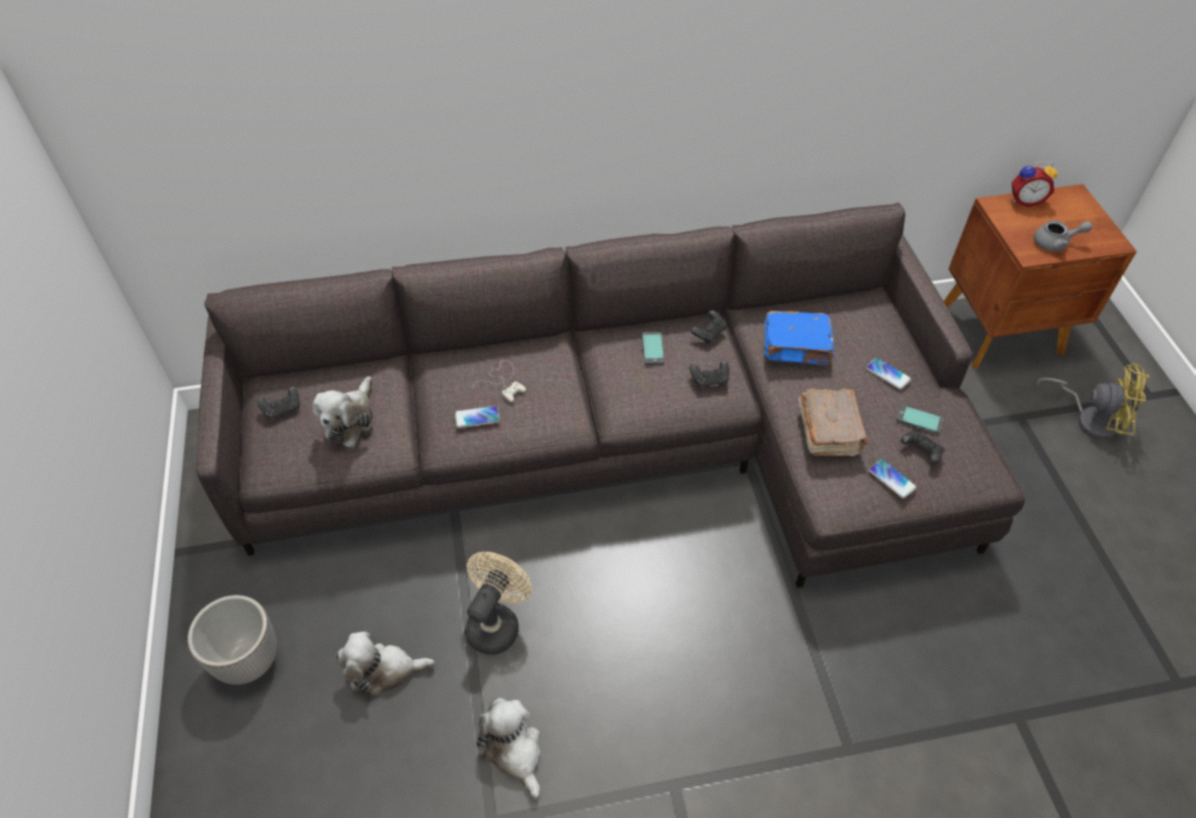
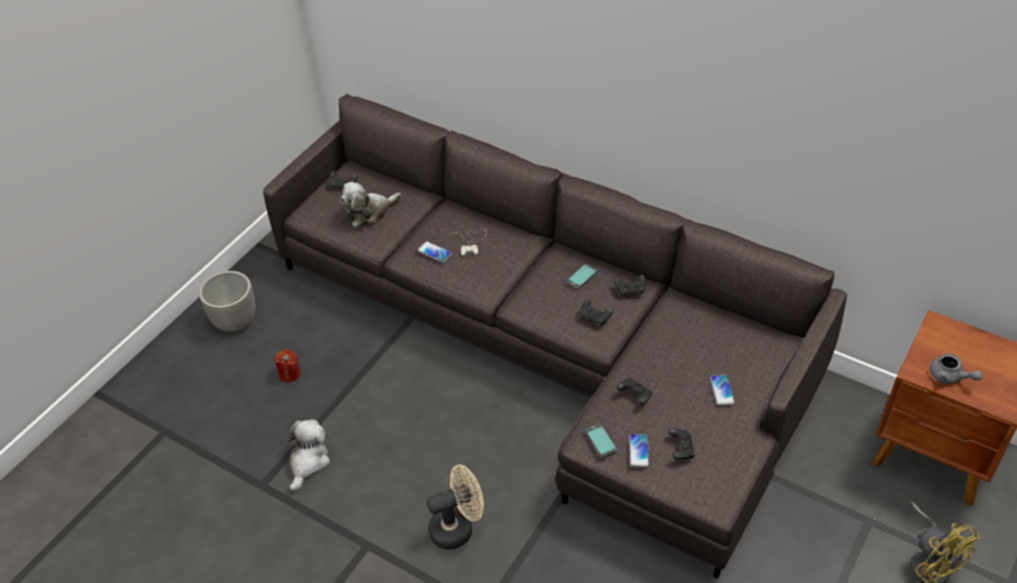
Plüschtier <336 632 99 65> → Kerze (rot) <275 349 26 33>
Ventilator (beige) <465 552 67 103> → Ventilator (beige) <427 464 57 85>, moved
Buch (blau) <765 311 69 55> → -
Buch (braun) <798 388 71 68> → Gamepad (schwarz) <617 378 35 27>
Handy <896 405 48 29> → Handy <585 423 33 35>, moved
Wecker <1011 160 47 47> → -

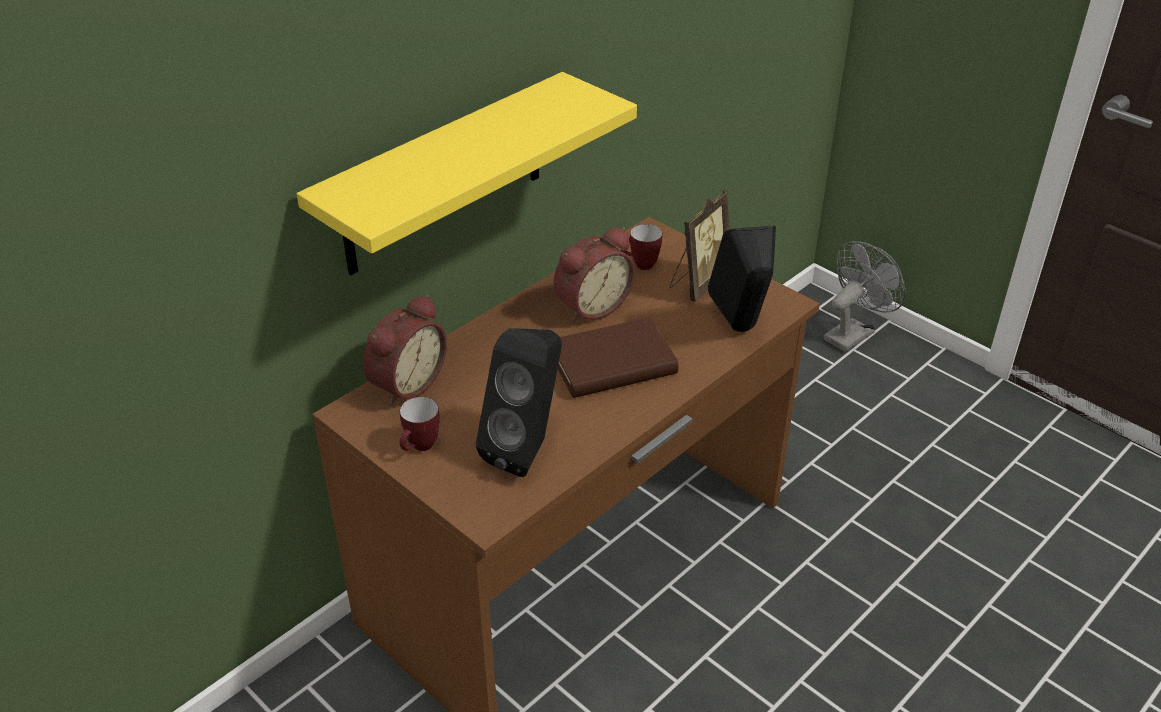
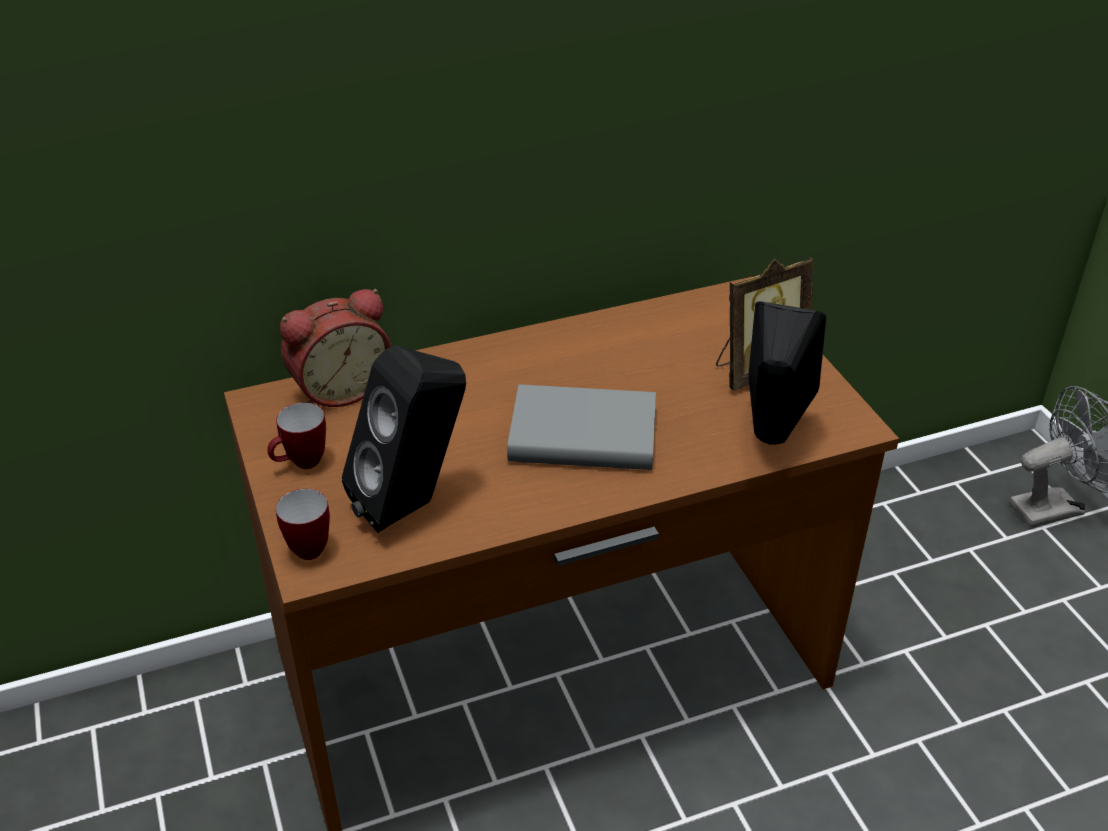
Wandregal (gelb) <297 72 340 203> → -
Wecker <554 227 81 95> → -
Buch (braun) <557 317 121 81> → Buch (grau) <507 385 149 85>
Henkelbecher <621 224 41 46> → Henkelbecher <276 489 54 71>, moved

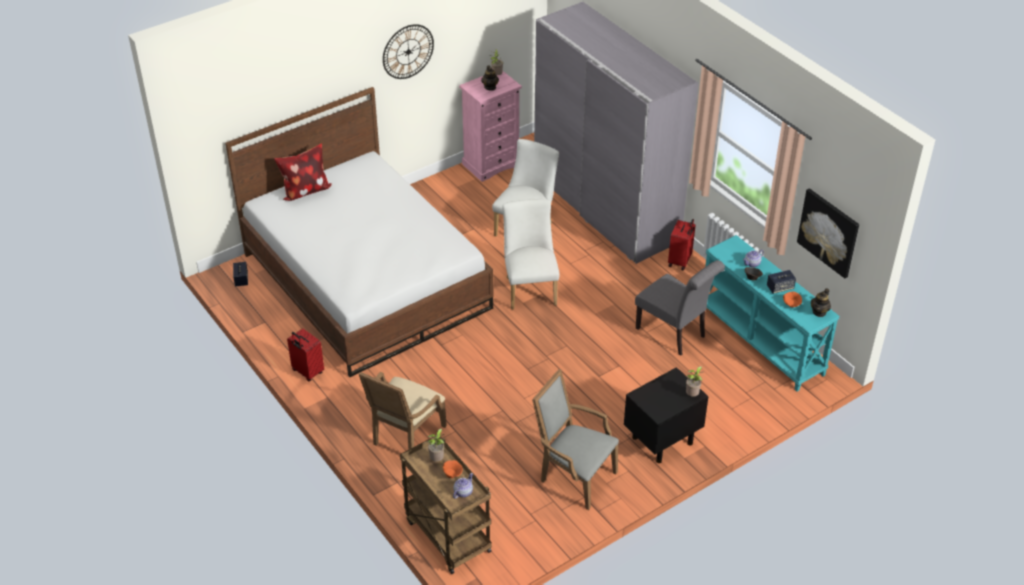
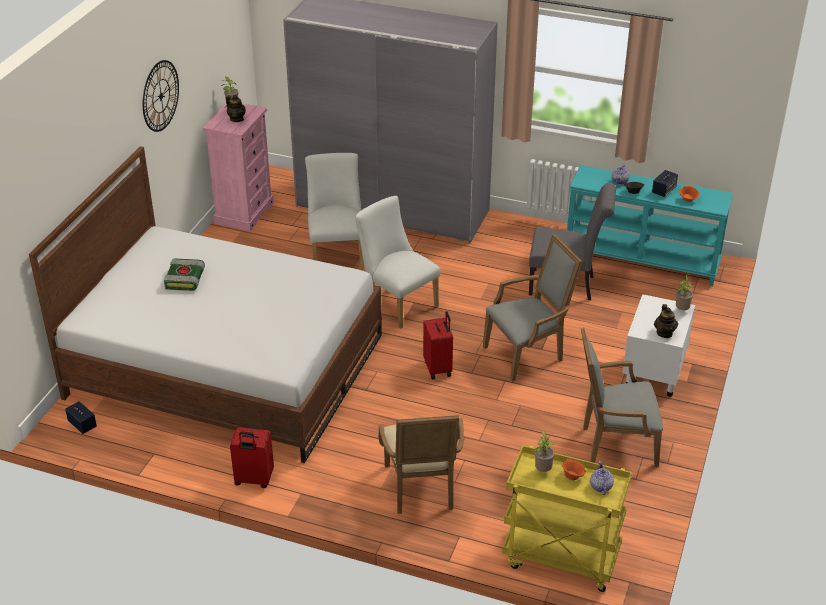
Kissen <274 144 58 57> → -
Rollwagen (braun) <400 435 92 139> → Rollwagen (gelb) <502 445 130 147>
Nachttisch (schwarz) <624 367 85 96> → Nachttisch (weiß) <623 294 72 103>
Koffer (rot) <668 219 28 51> → Koffer (rot) <423 311 30 69>, moved
Bild <797 188 62 90> → -
Teekanne <811 288 20 29> → Teekanne <654 304 24 34>, moved
- → Buch <164 258 41 33>
- → Sessel (grau) <483 234 100 148>

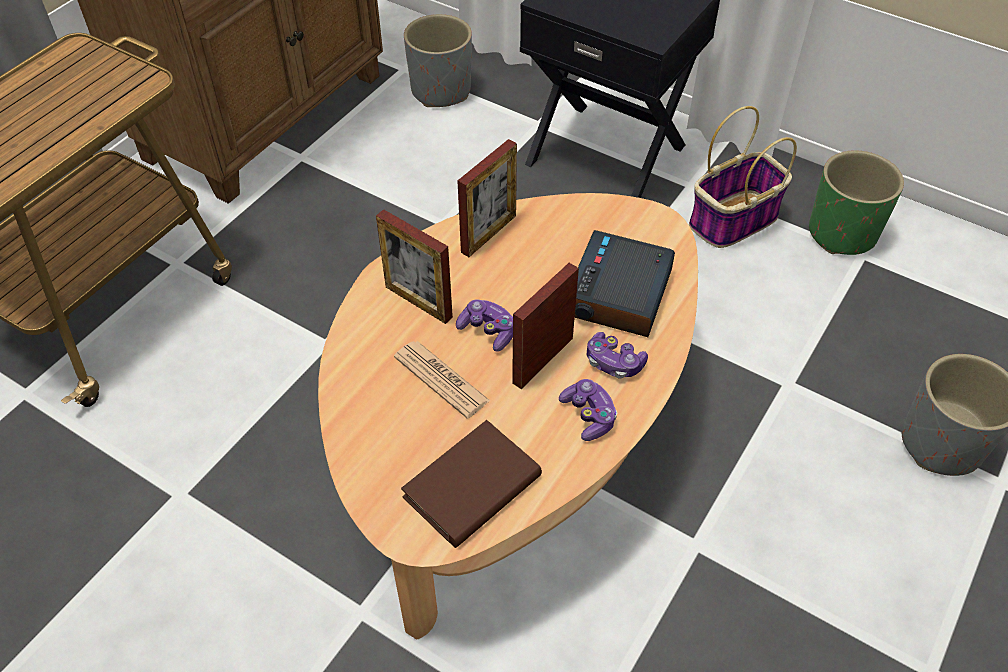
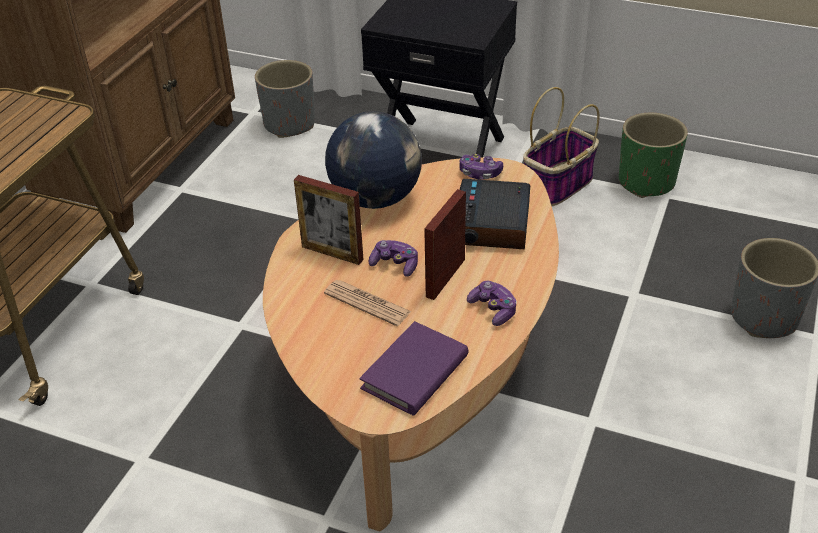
Buch (braun) <401 420 141 128> → Buch (lila) <359 321 109 95>
Bilderrahmen <457 139 60 118> → Globus <325 111 97 98>
Gamepad <587 332 61 46> → Gamepad <459 154 44 25>, moved

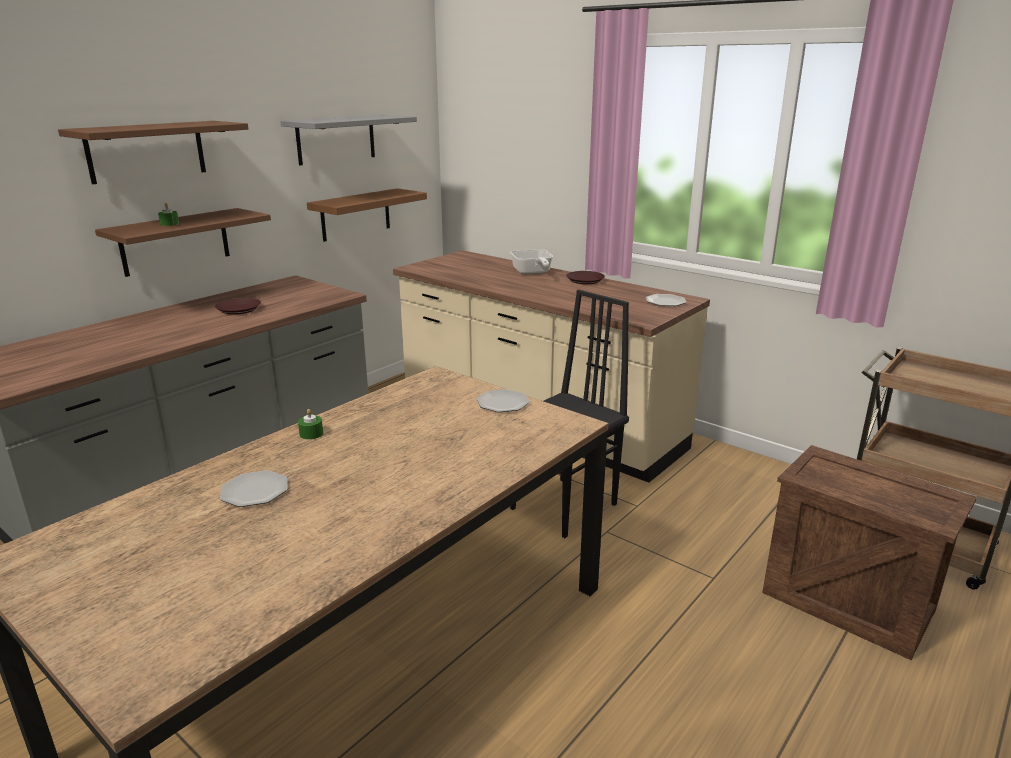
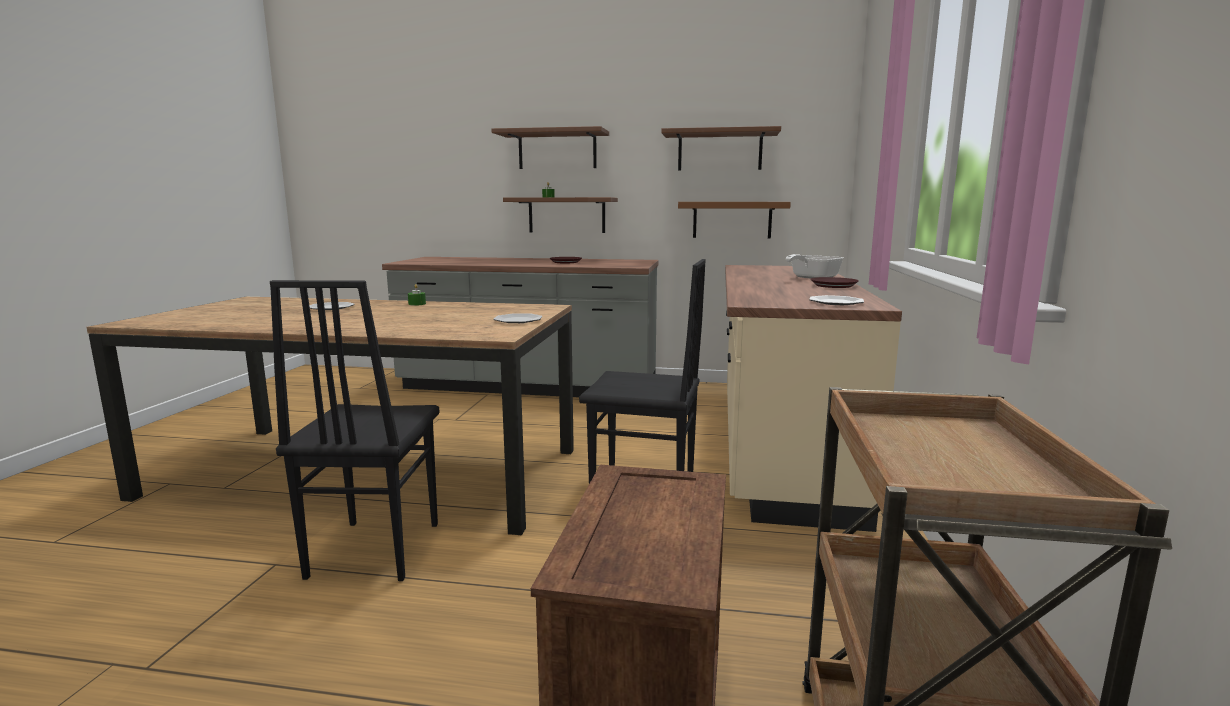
Wandregal (grau) <280 115 137 51> → Wandregal (braun) <661 126 120 45>
- → Stuhl (schwarz) <270 280 169 301>

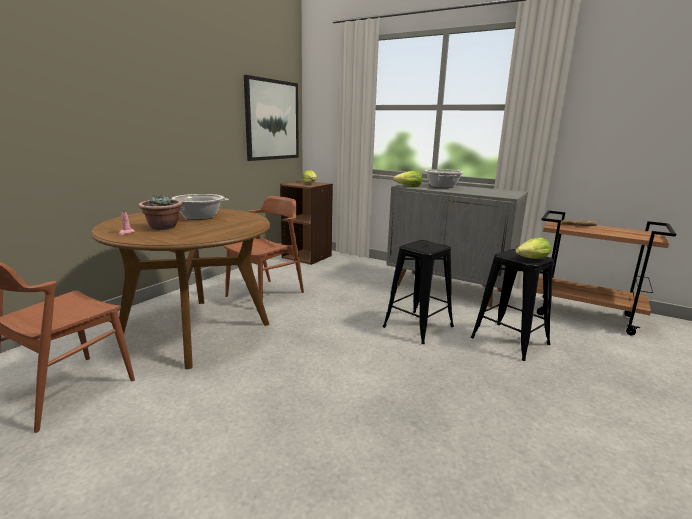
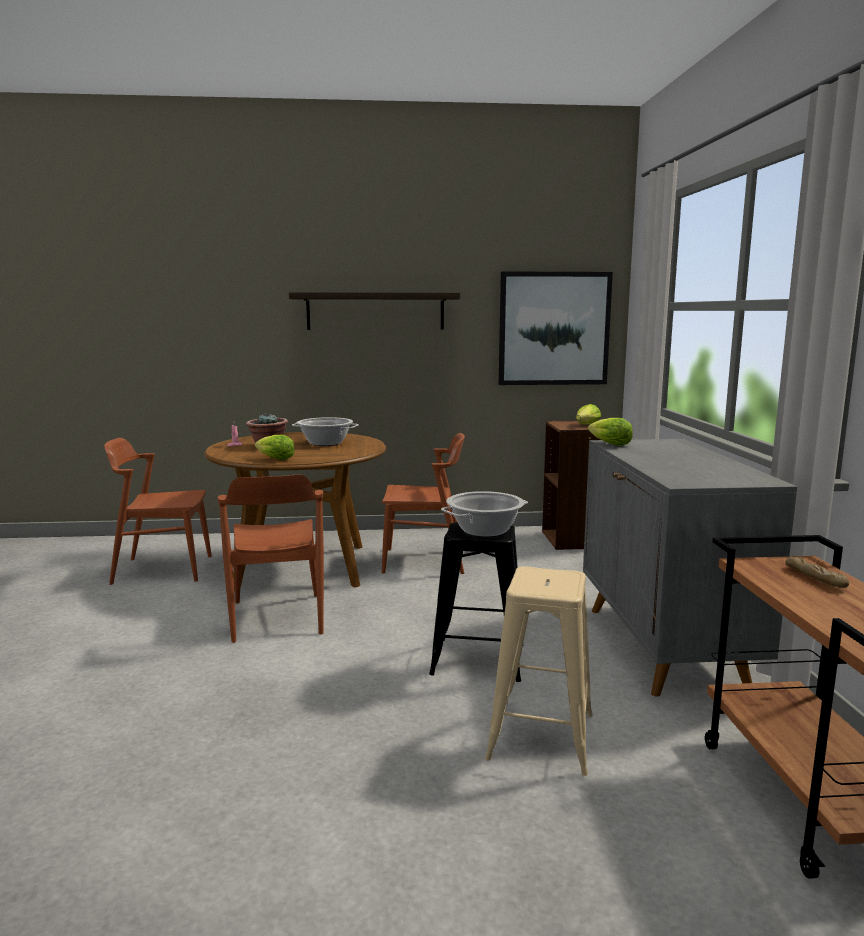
Kochtopf <424 169 40 19> → Kochtopf <441 491 87 46>, moved
Hocker (schwarz) <471 249 82 112> → Hocker (beige) <485 566 108 210>
Salatkopf <515 237 36 22> → Salatkopf <255 435 40 25>, moved
- → Stuhl (braun) <218 475 106 168>
- → Wandregal <289 292 171 38>

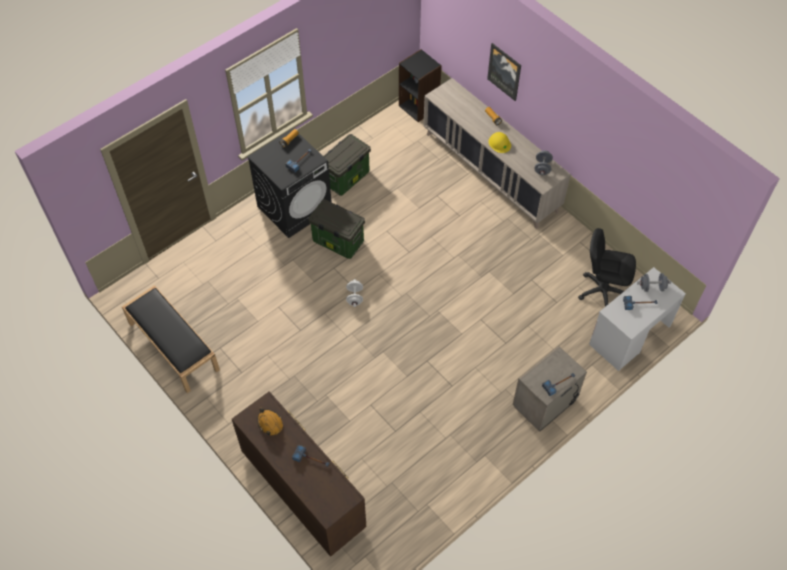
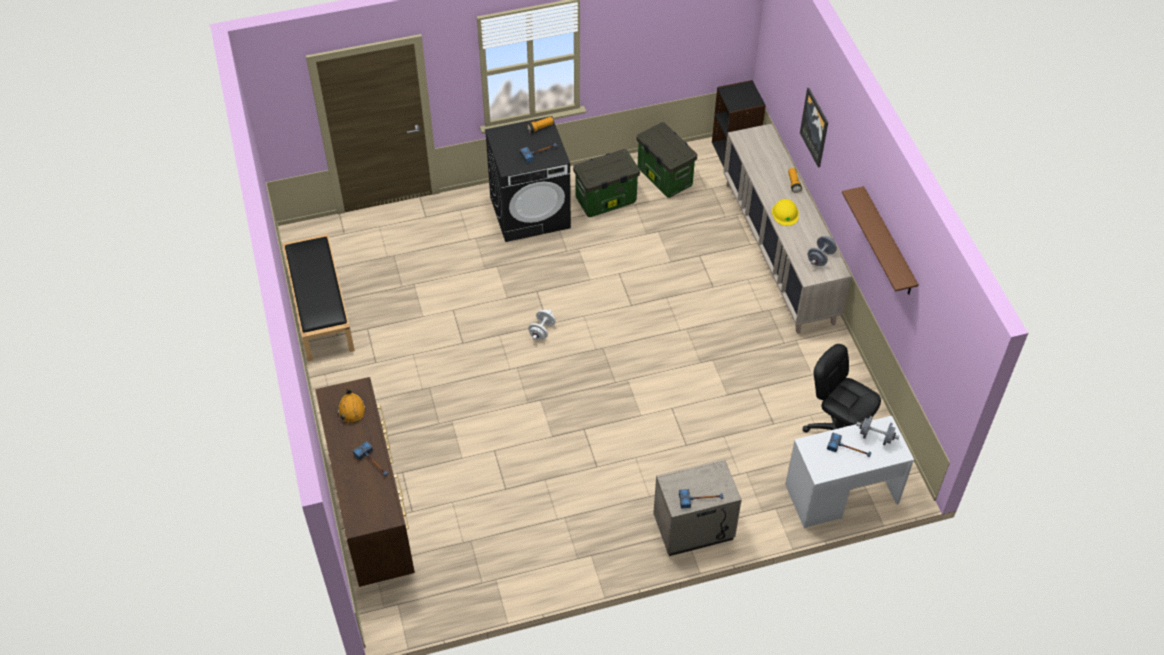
Aufbewahrungsbox <308 199 57 60> → Aufbewahrungsbox <637 122 60 76>, moved
- → Wandregal (braun) <842 186 77 109>

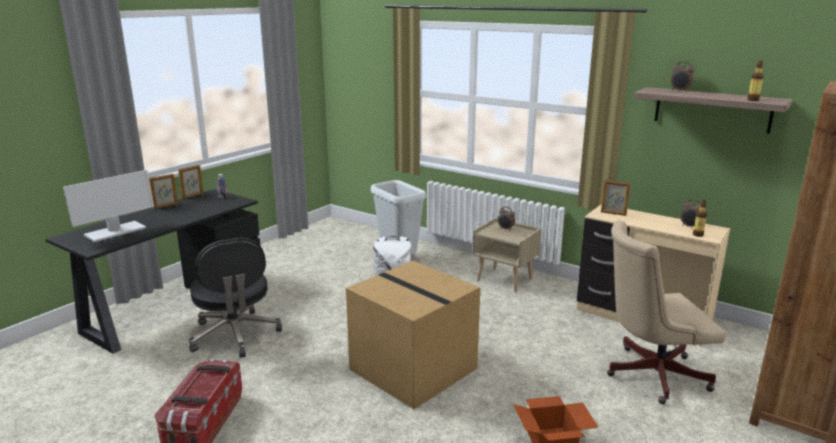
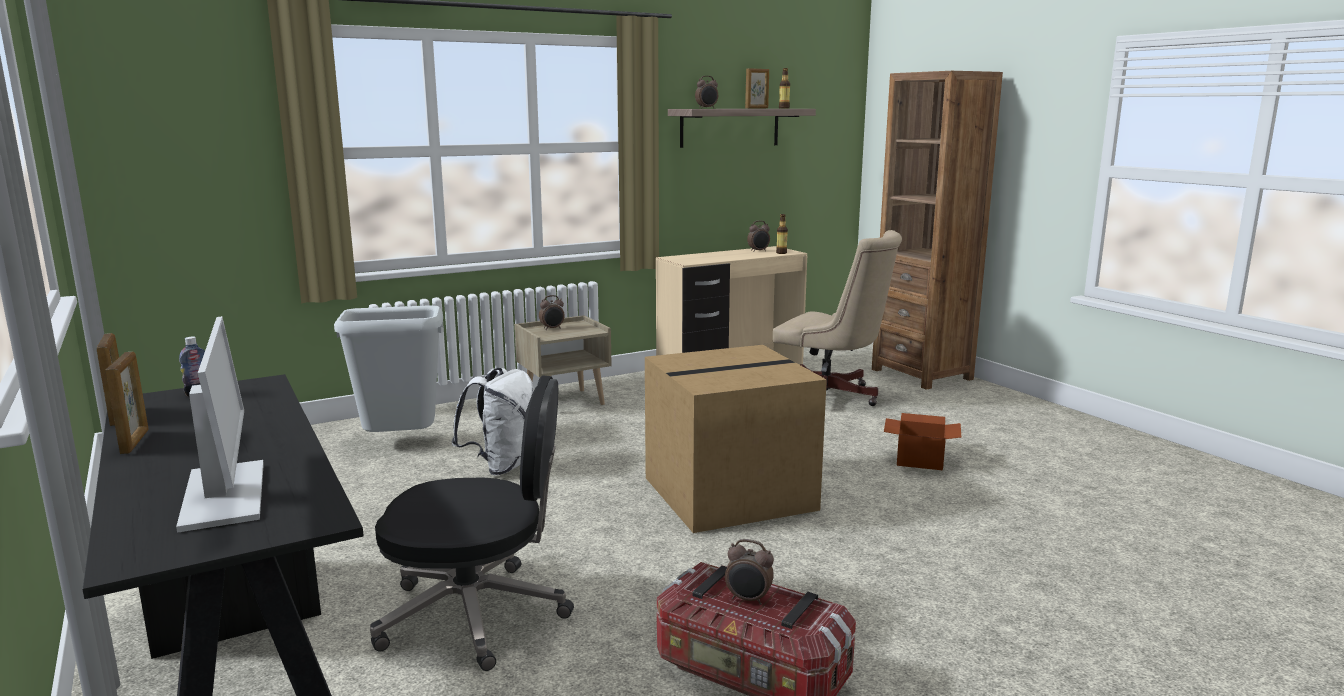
Bilderrahmen <601 180 30 36> → Bilderrahmen <745 68 24 41>, moved
Bürostuhl (beige) <607 220 118 184> → Bürostuhl (beige) <773 230 129 176>, 75 degrees counterclockwise
- → Wecker <725 539 49 66>

